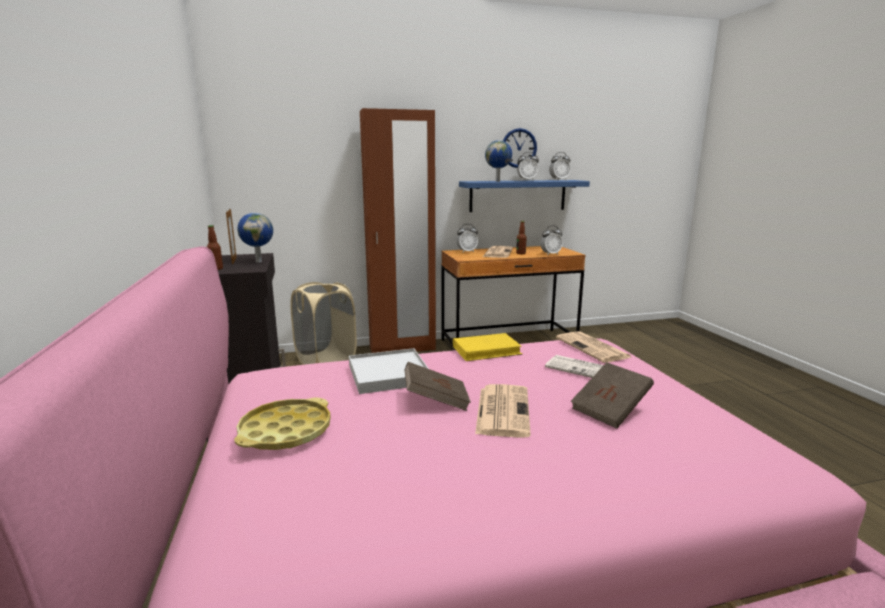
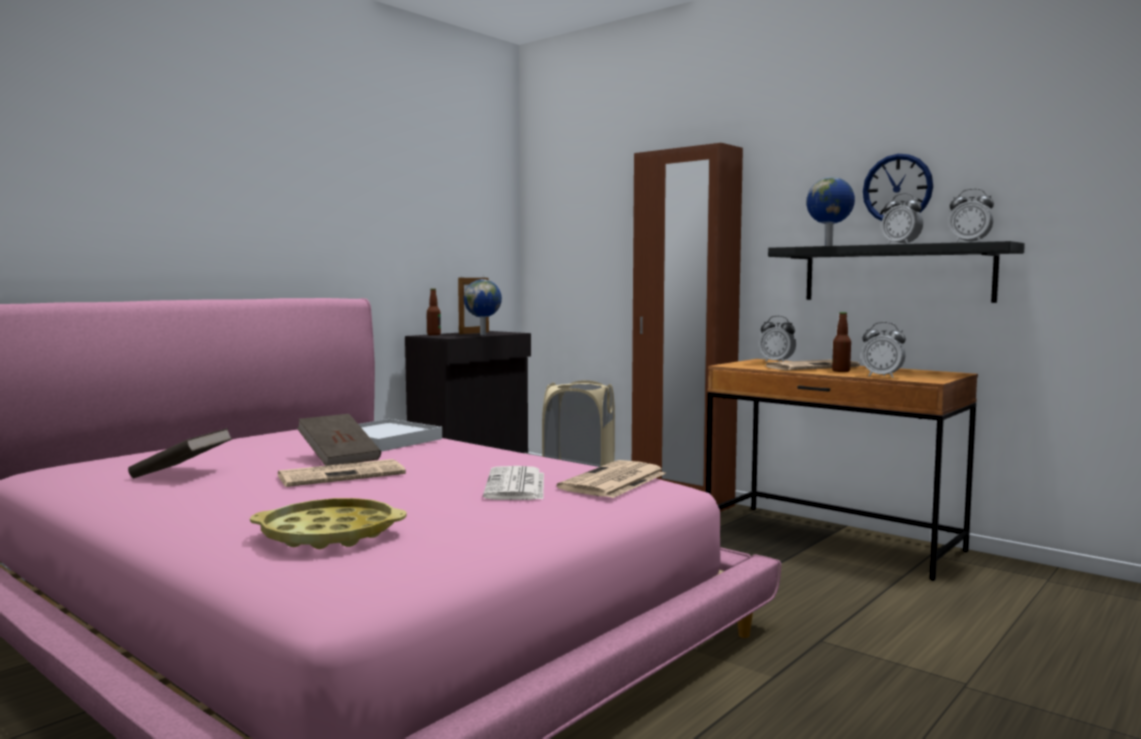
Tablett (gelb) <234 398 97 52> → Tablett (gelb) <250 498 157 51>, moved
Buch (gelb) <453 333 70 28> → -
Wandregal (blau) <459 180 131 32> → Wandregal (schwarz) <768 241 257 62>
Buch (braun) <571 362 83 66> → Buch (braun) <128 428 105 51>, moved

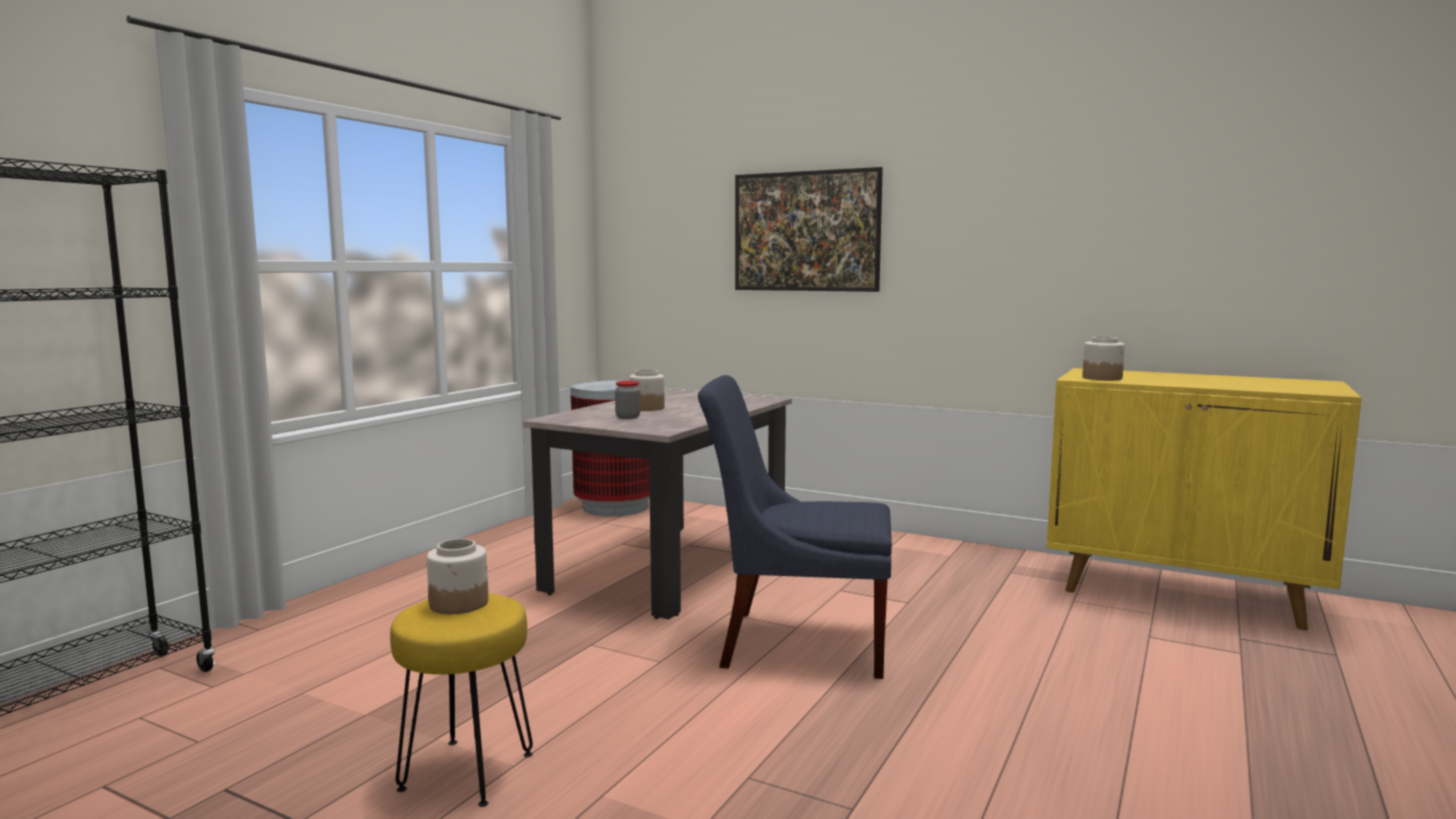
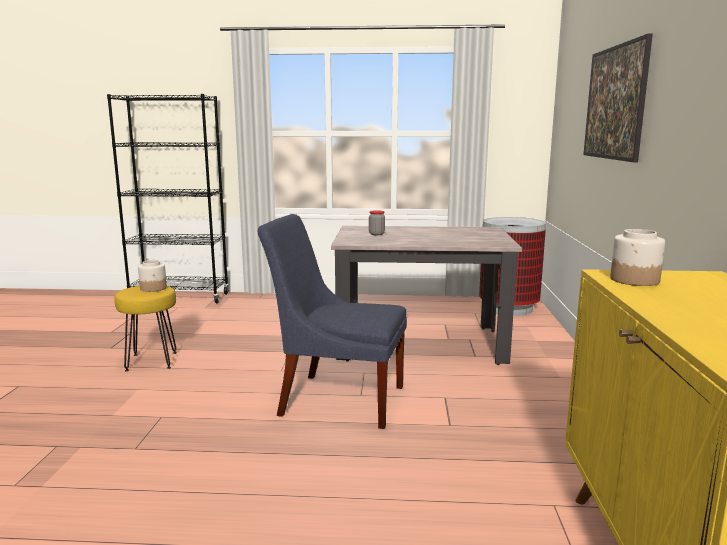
Vorratsglas <629 369 36 42> → -
Stuhl (blau) <698 375 194 304> → Stuhl (blau) <258 214 149 215>, 60 degrees counterclockwise

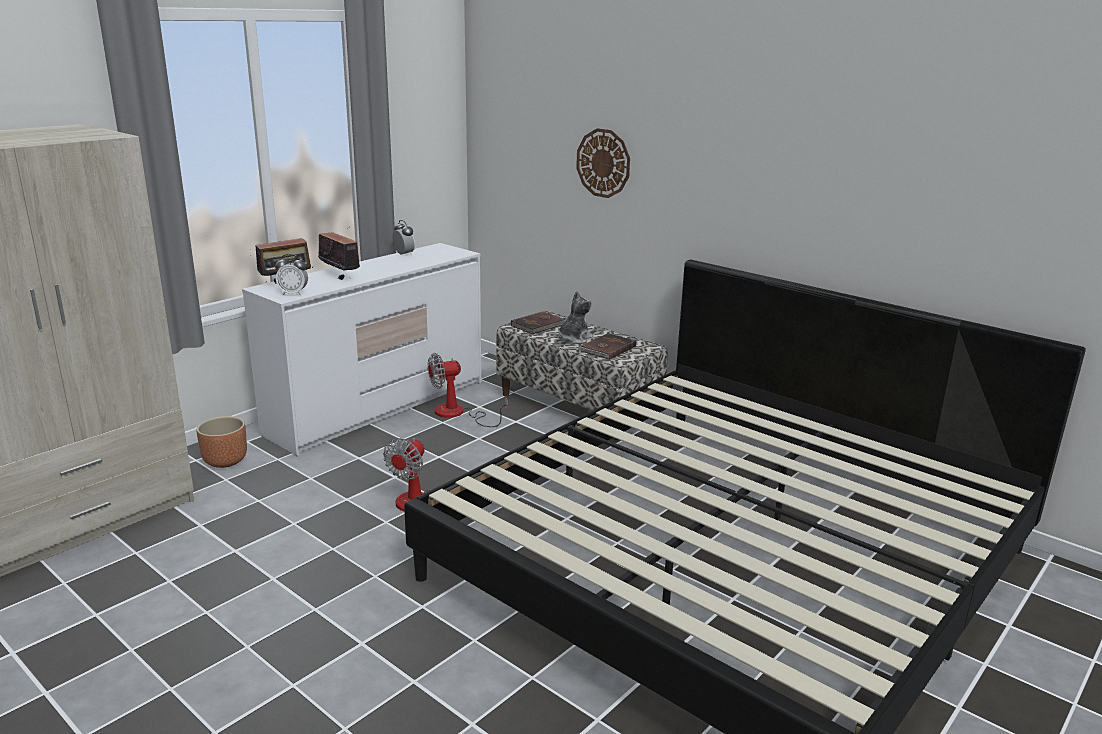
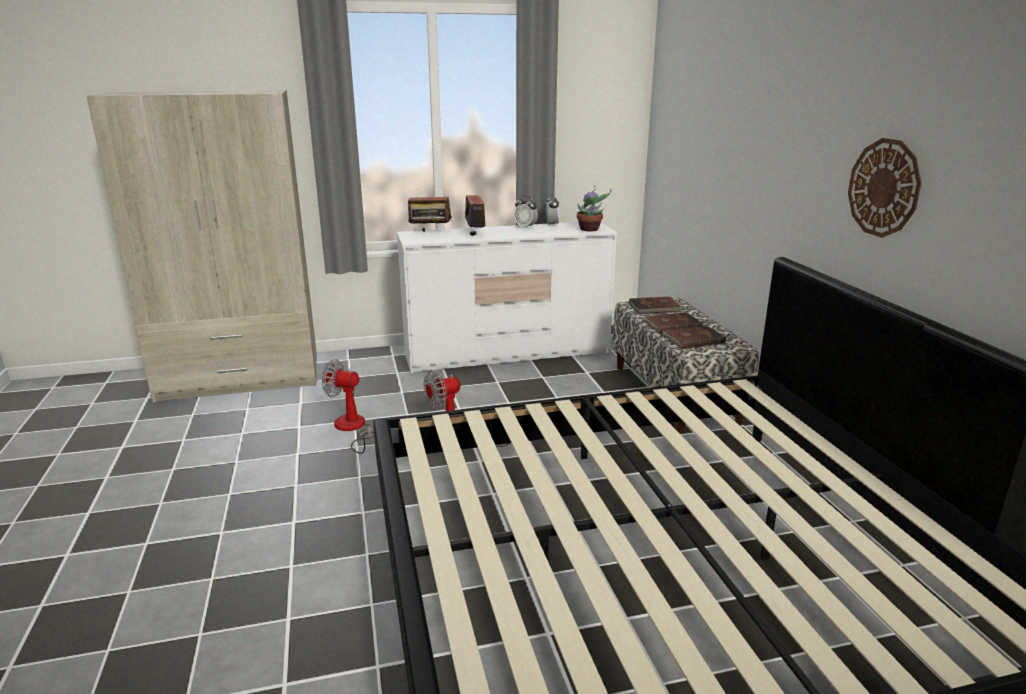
Pflanzkübel (braun) <196 416 51 52> → -
Wecker <275 254 33 42> → Wecker <514 196 24 32>, moved
Ventilator <428 353 80 74> → Ventilator <322 359 52 95>, moved
Plüschtier <558 291 35 53> → Buch (braun) <643 312 60 21>
Wanduhr <576 128 54 70> → Wanduhr <848 138 74 100>, moved
- → Topfpflanze <577 186 35 45>

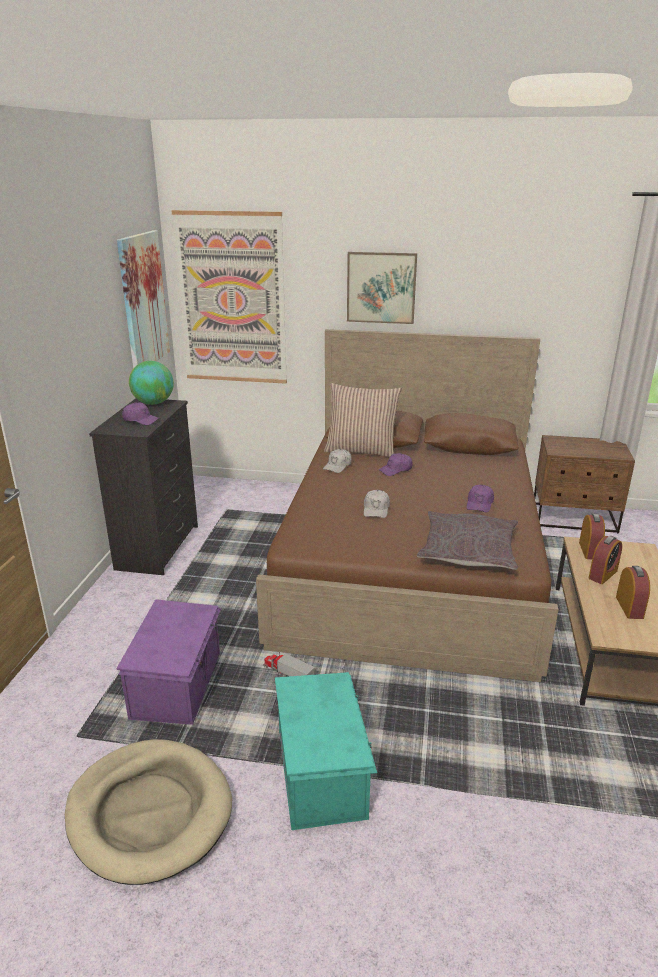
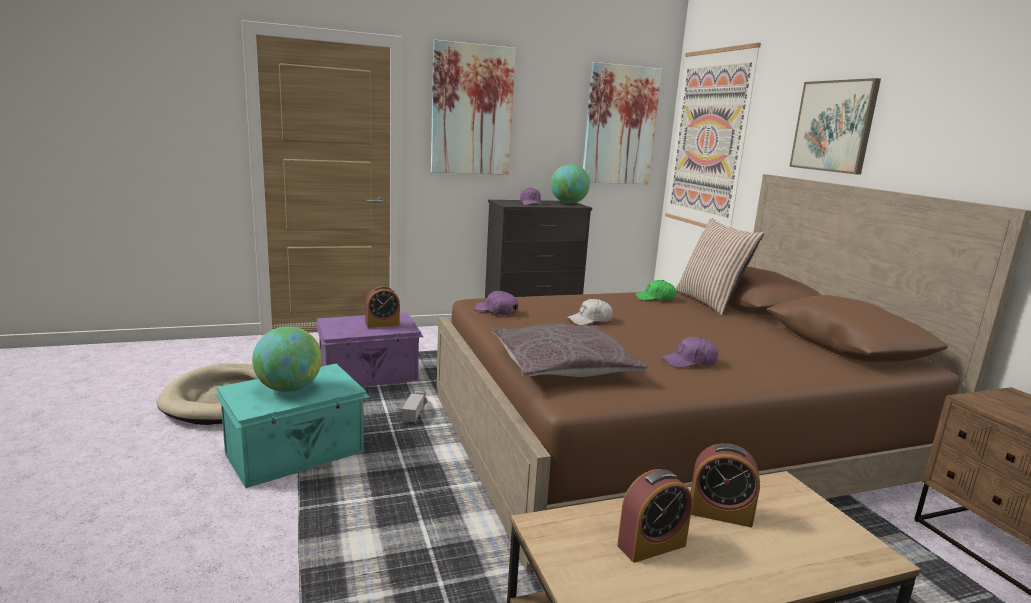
Kappe (weiß) <323 449 29 24> → Kappe (grün) <635 280 41 21>
Kappe (lila) <378 453 35 23> → Kappe (lila) <475 291 43 24>, moved
Wecker <579 513 26 46> → Wecker <365 285 35 43>, moved
- → Globus <252 326 70 66>
- → Bild <431 40 85 135>

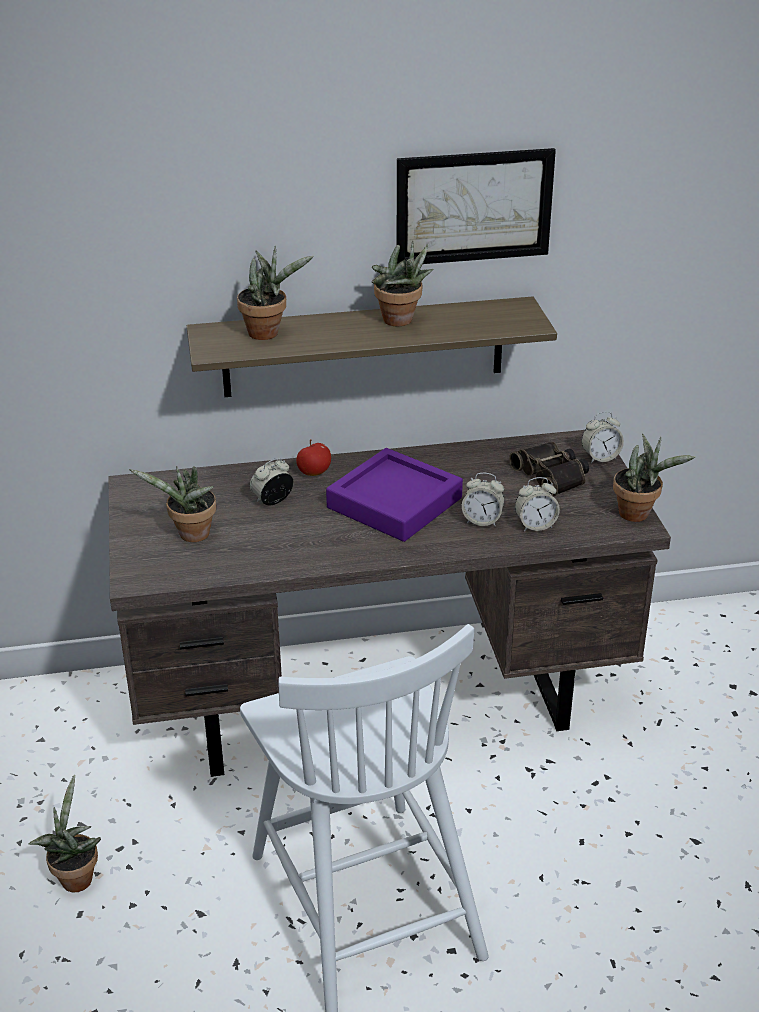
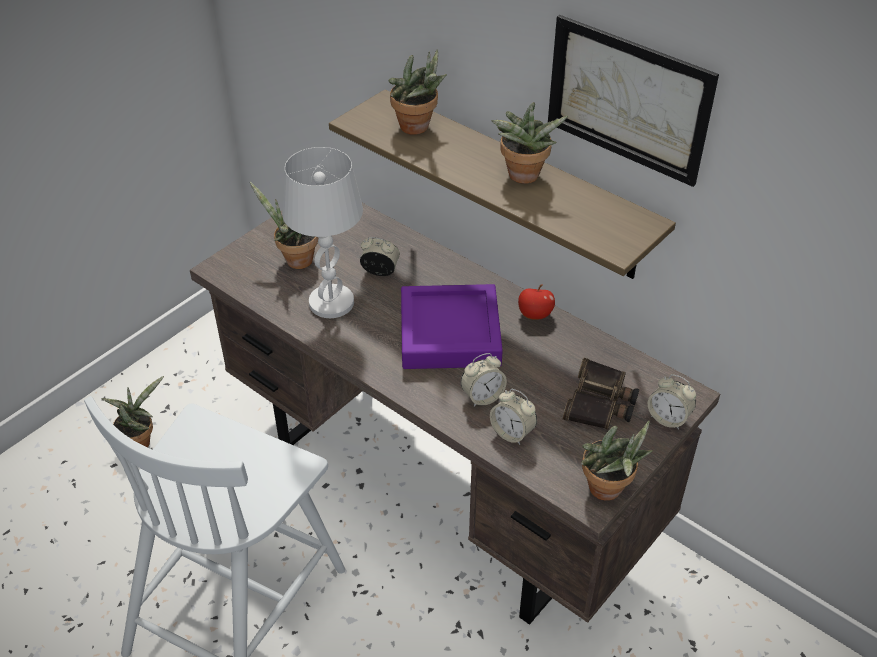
Apfel <296 439 35 37> → Apfel <518 284 37 36>, moved
Wecker <462 473 42 54> → Wecker <461 353 46 54>, 90 degrees counterclockwise
- → Tischlampe (weiß) <282 147 81 171>

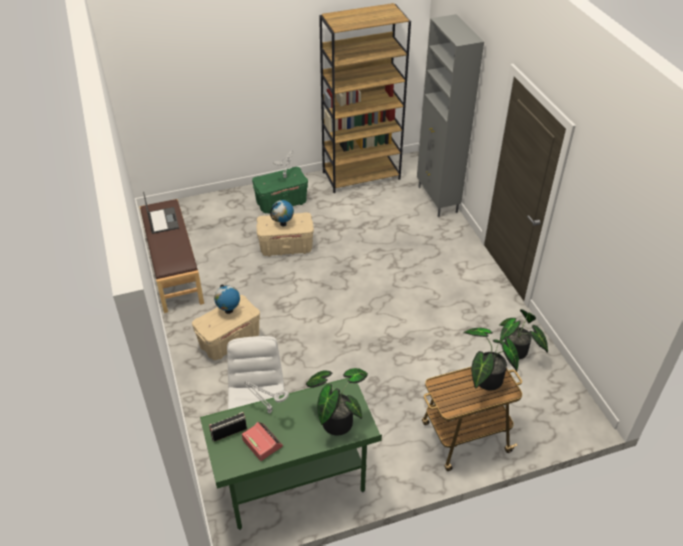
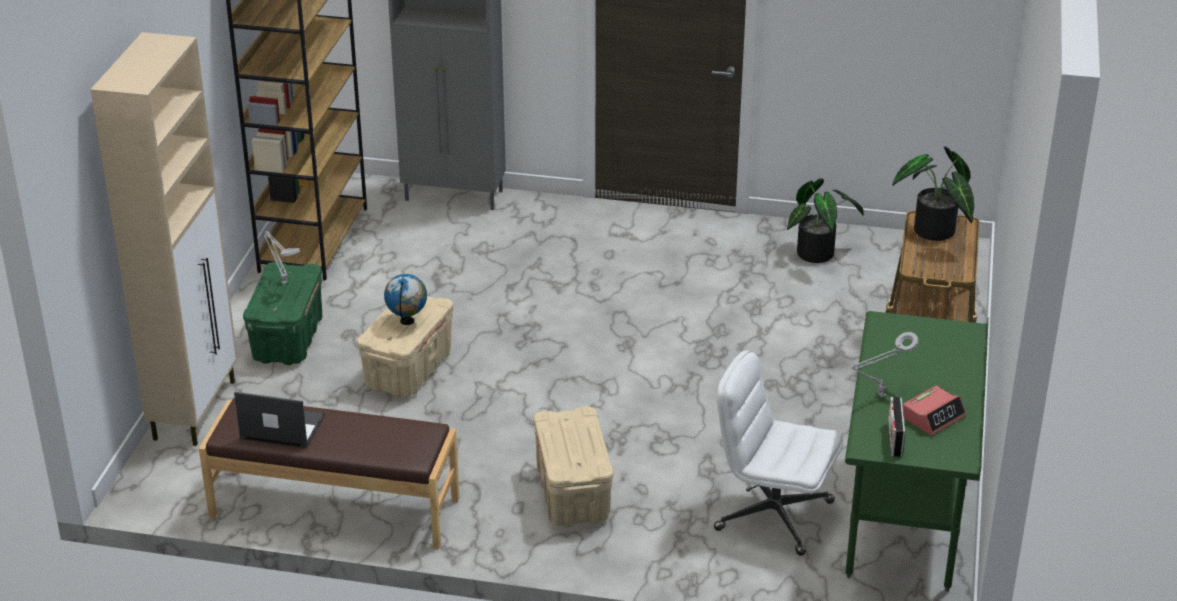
Globus <214 285 26 29> → -
Wecker <242 422 41 39> → Wecker <903 386 63 50>, 150 degrees clockwise
Topfpflanze <306 368 62 67> → -
- → Schrank (beige) <90 32 148 414>

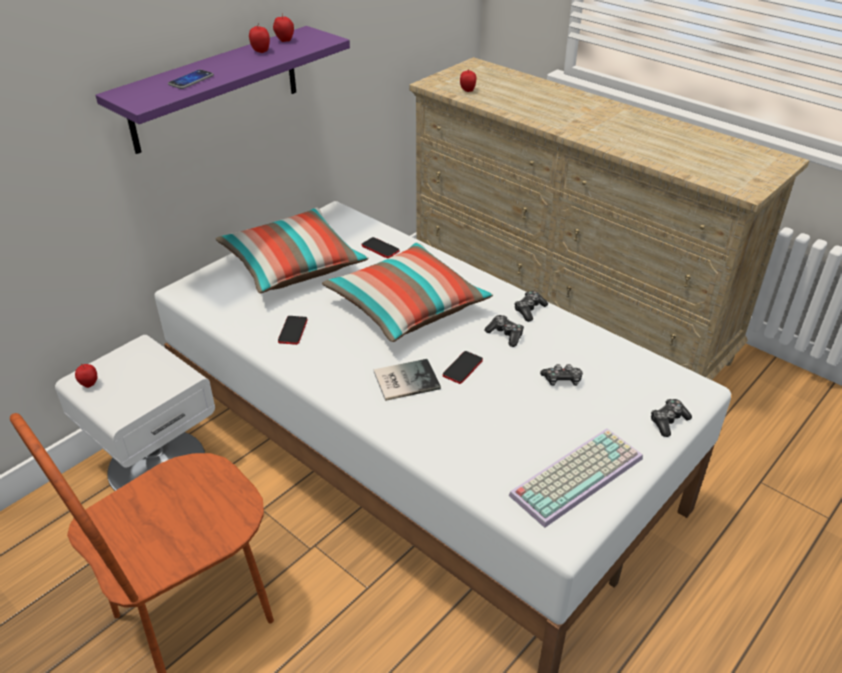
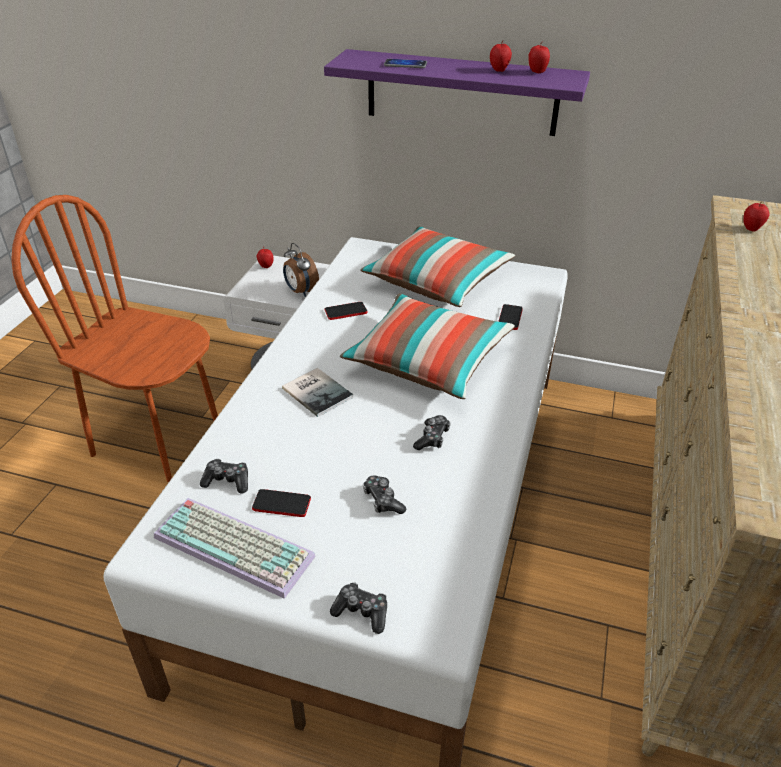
Handy <443 351 40 33> → Handy <252 489 59 28>, moved
Gamepad <514 291 34 31> → Gamepad <200 459 48 34>, moved
- → Wecker <283 243 36 54>

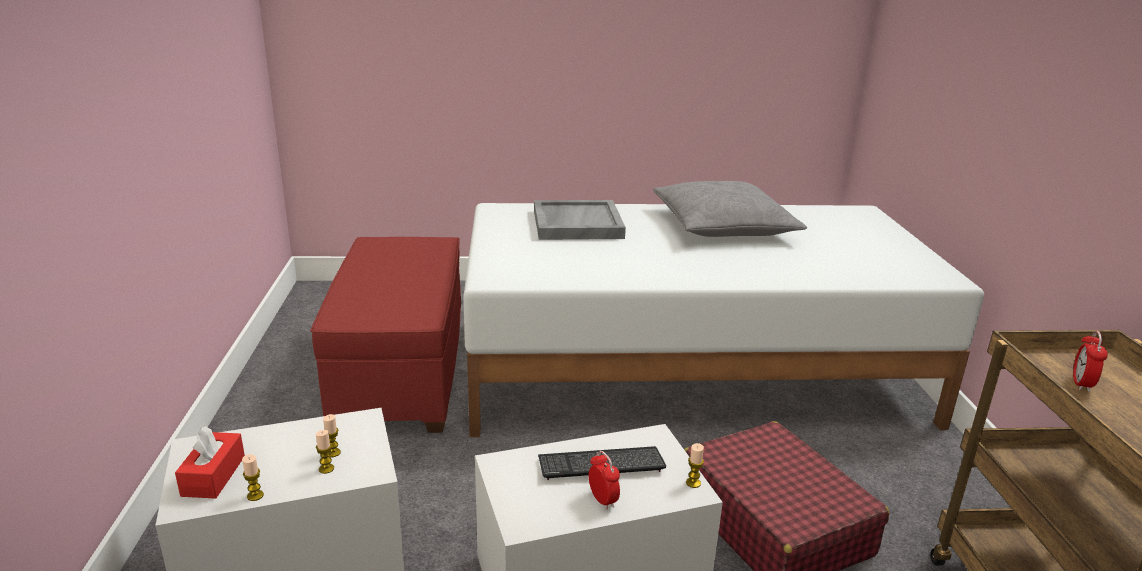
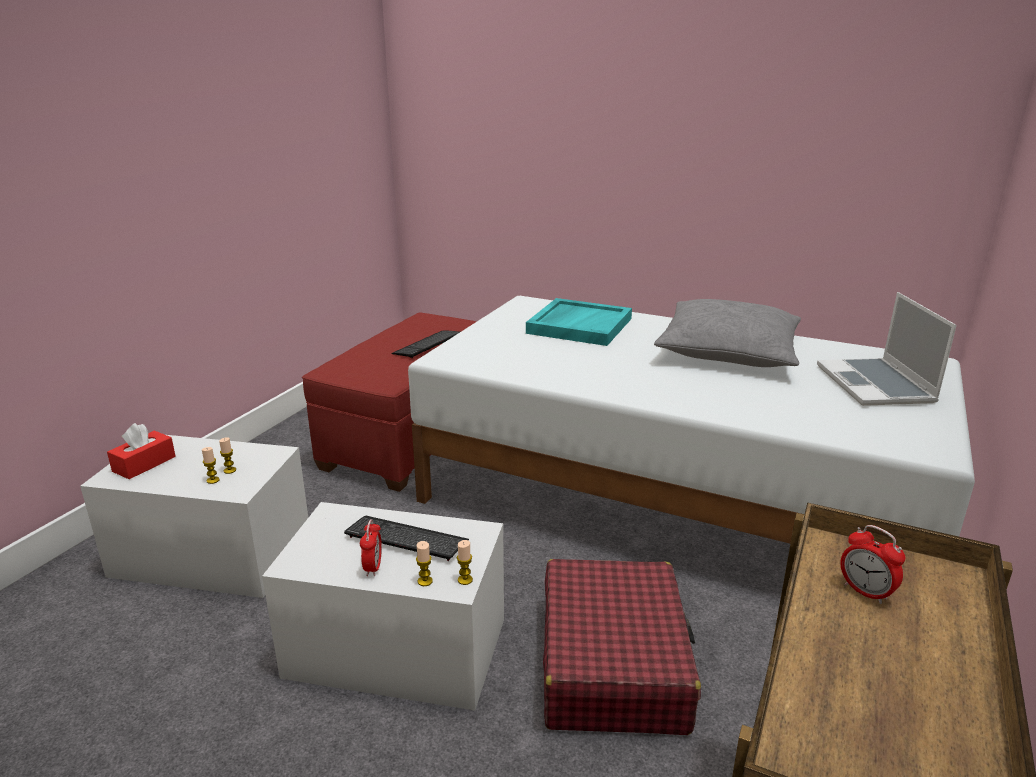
Kerze <242 454 22 47> → Kerze <416 541 17 45>, moved
Tablett (grau) <534 200 92 40> → Tablett (türkis) <526 298 106 48>
Wecker <1073 331 35 61> → Wecker <840 525 65 79>, 90 degrees counterclockwise
- → Tastatur <391 330 69 29>
- → Laptop <817 292 140 114>

